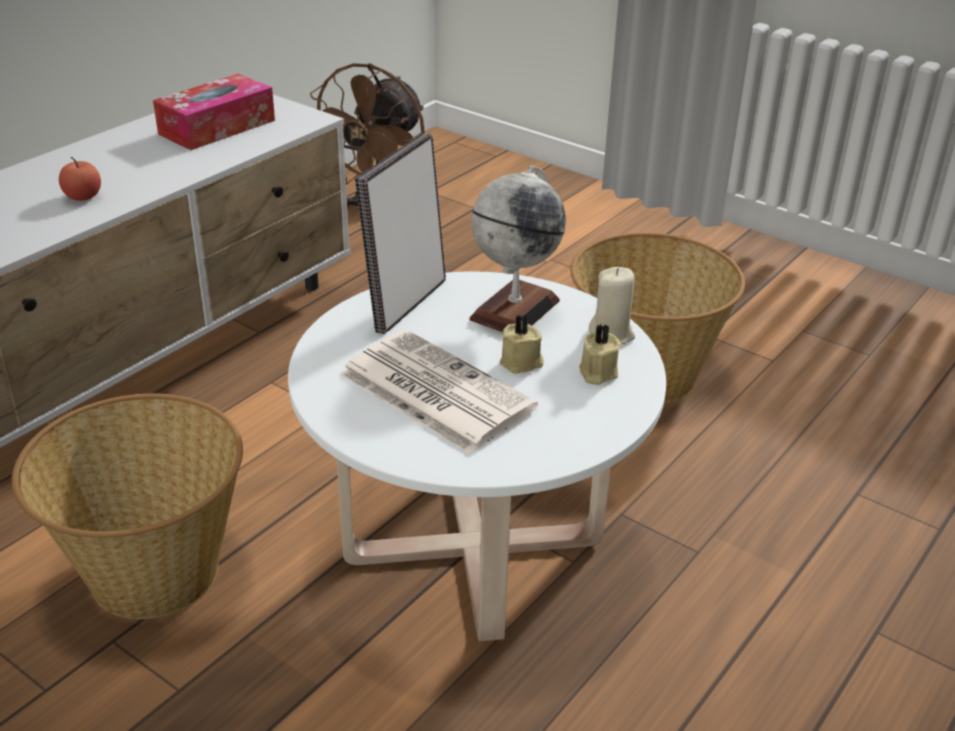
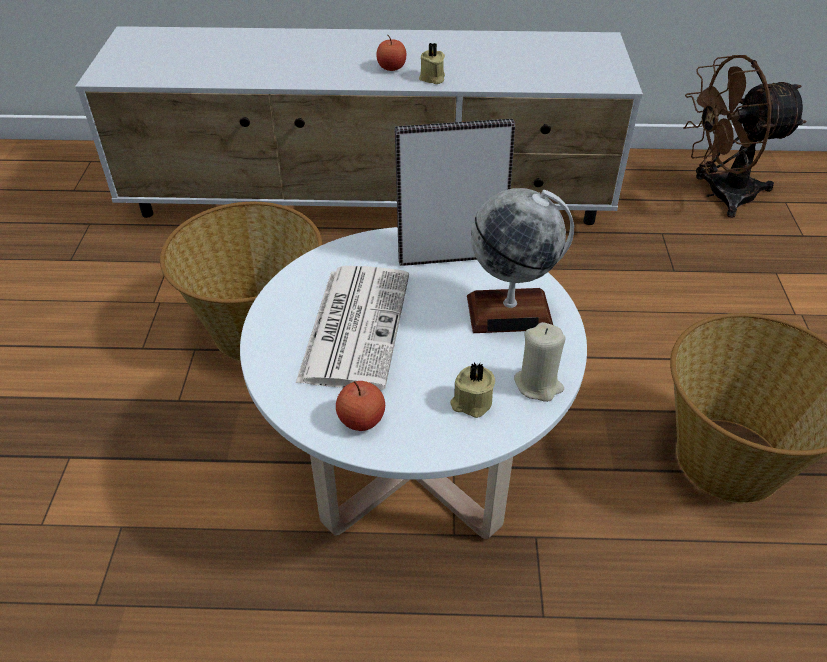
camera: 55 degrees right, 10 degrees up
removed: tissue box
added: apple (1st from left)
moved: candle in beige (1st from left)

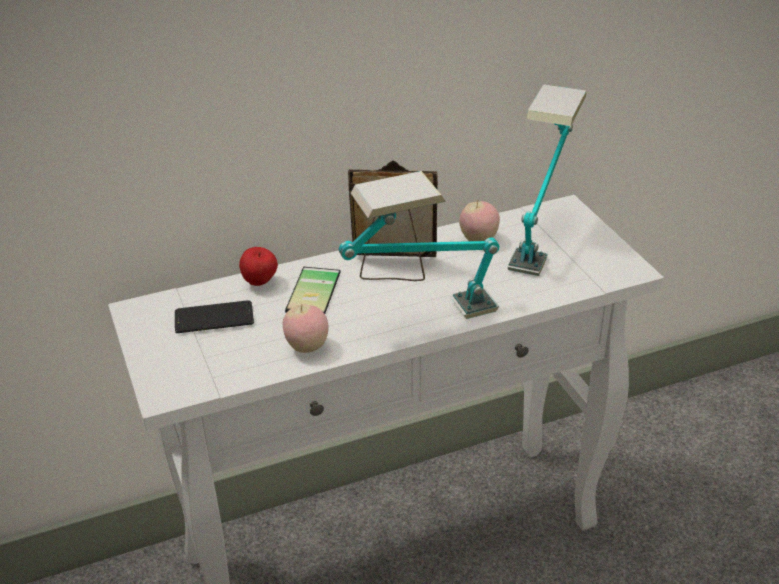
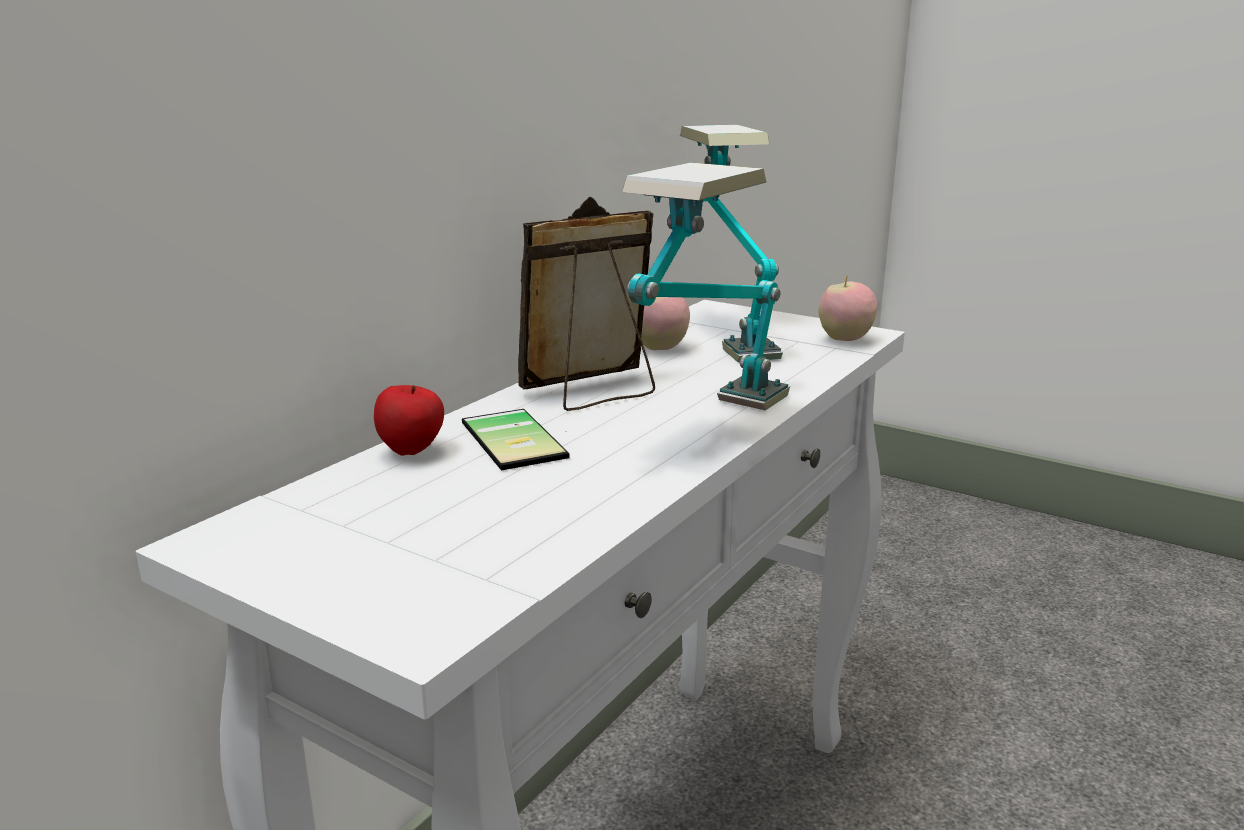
camera: 35 degrees left, 15 degrees down
removed: phone (1st from left)
moved: apple (2nd from left in the first image) to apple (3rd from left)

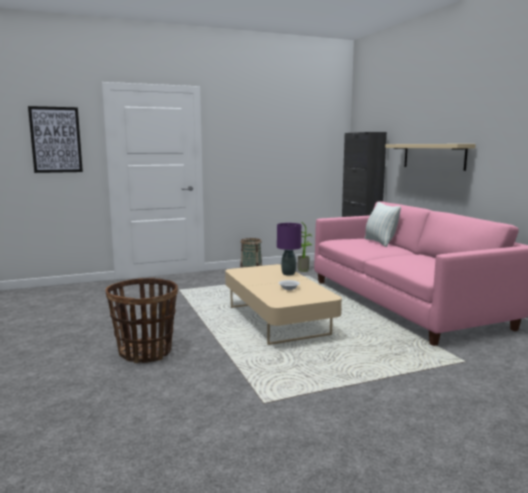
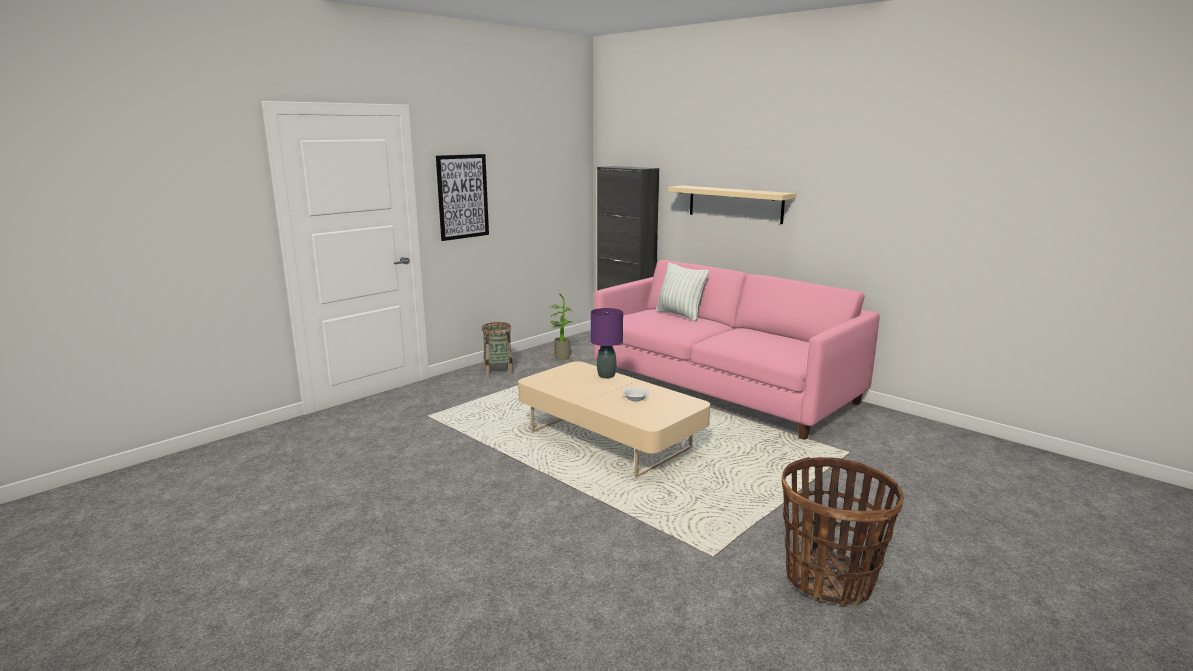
camera: 25 degrees left, 5 degrees up
moved: picture; basket (1st from left in the first image) to basket (2nd from left)

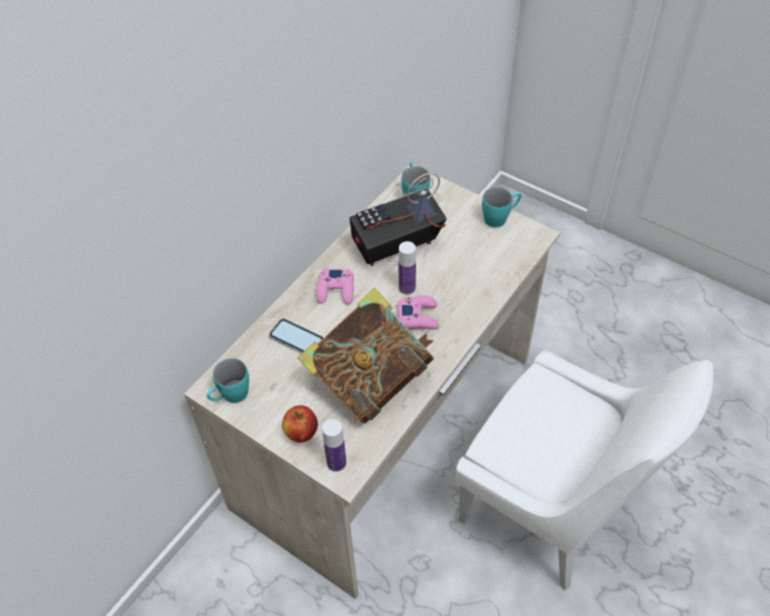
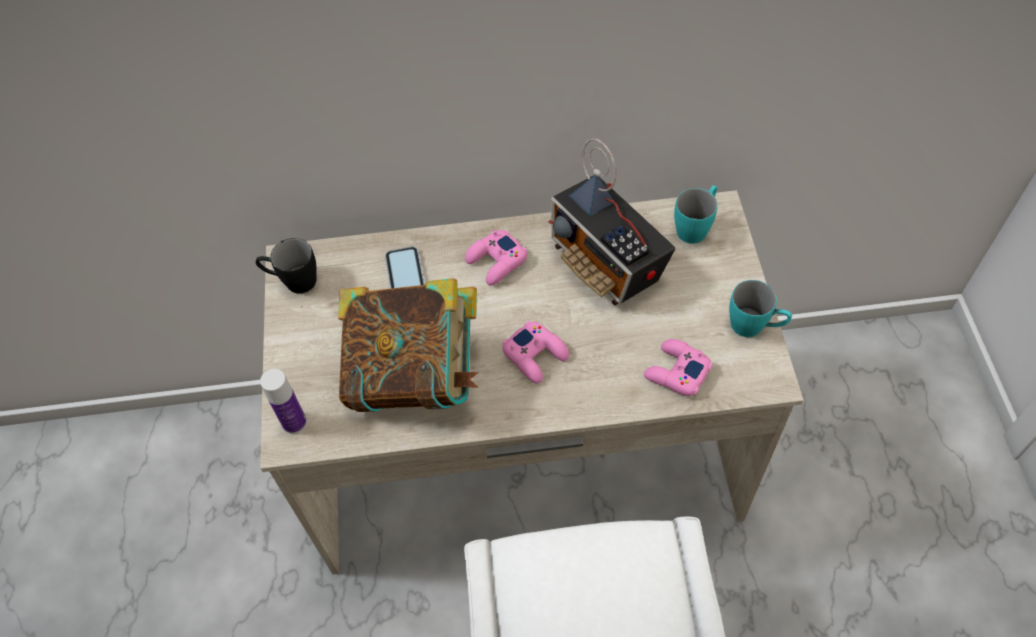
camera: 50 degrees right, 5 degrees up
removed: bottle (2nd from left); apple
added: game controller in pink (3rd from left)
recoloured: mug in turquoise (1st from left) to mug in black
turned: radio 150 degrees counterclockwise

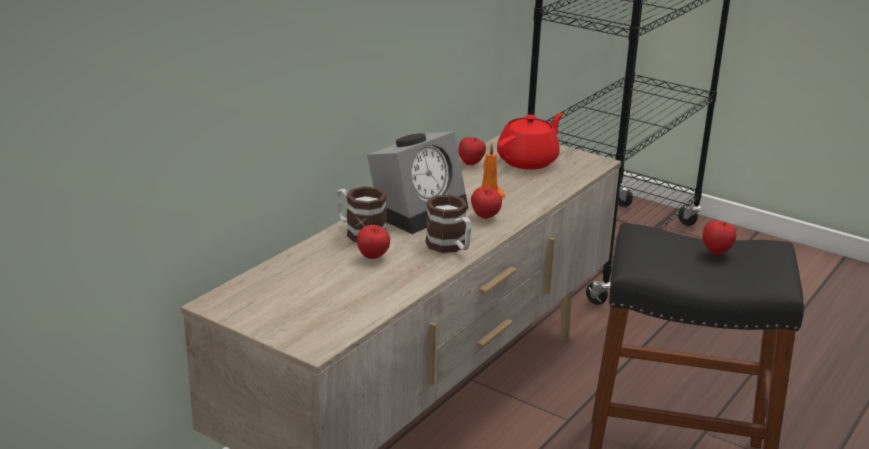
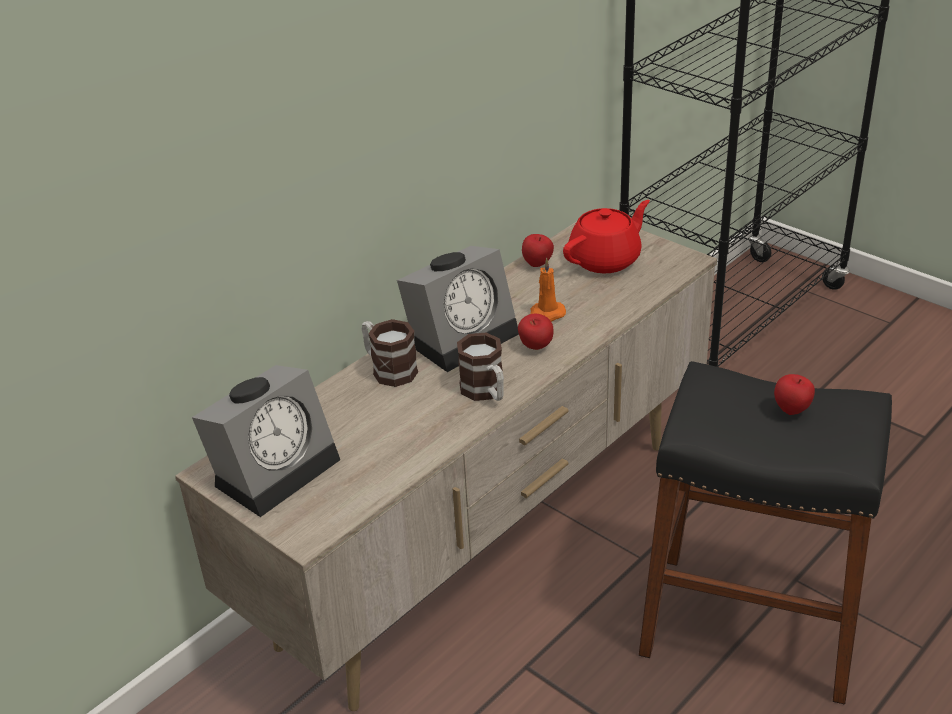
camera: 10 degrees right, 10 degrees up
removed: apple (1st from left)
added: alarm clock (1st from left)

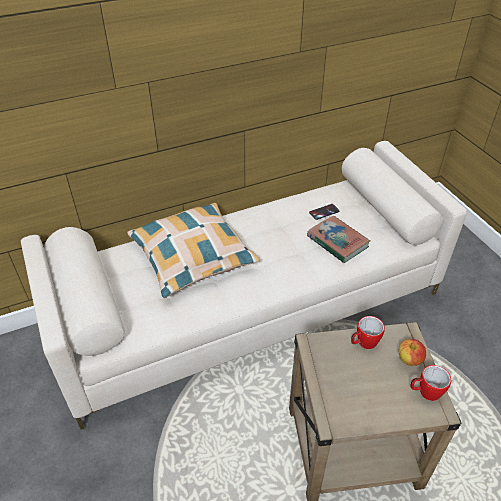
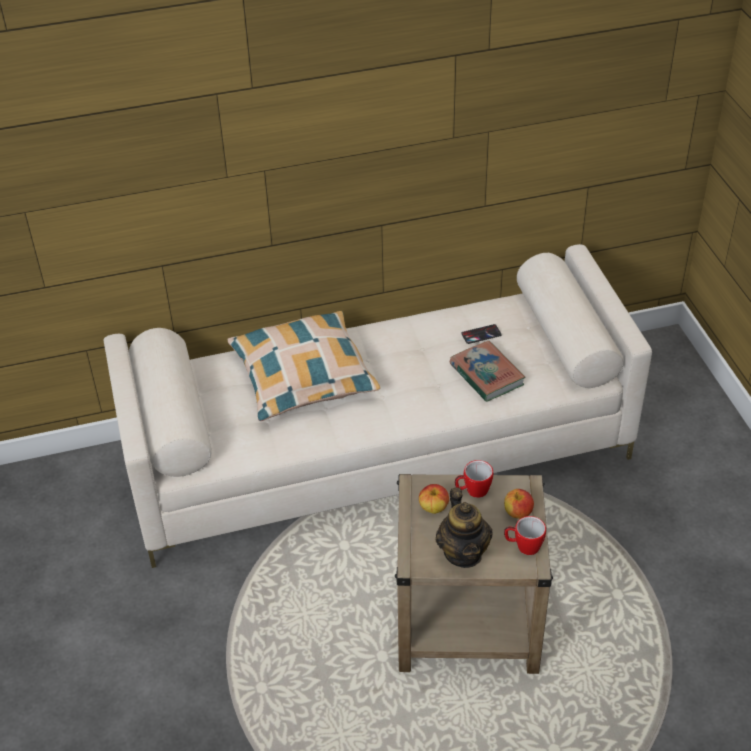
camera: 10 degrees right, 0 degrees up
added: apple (1st from left); teapot

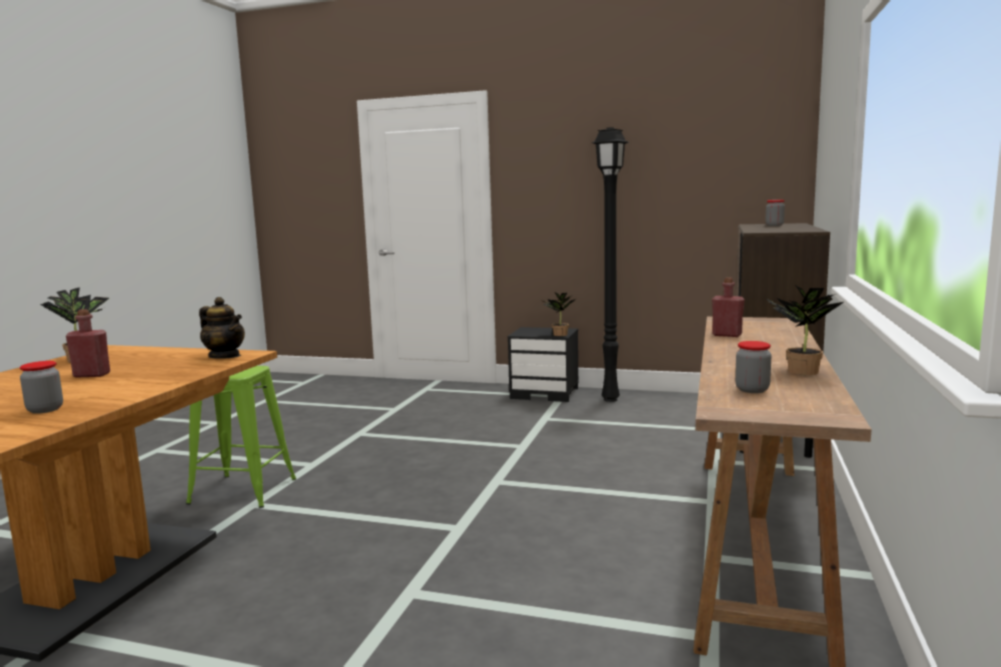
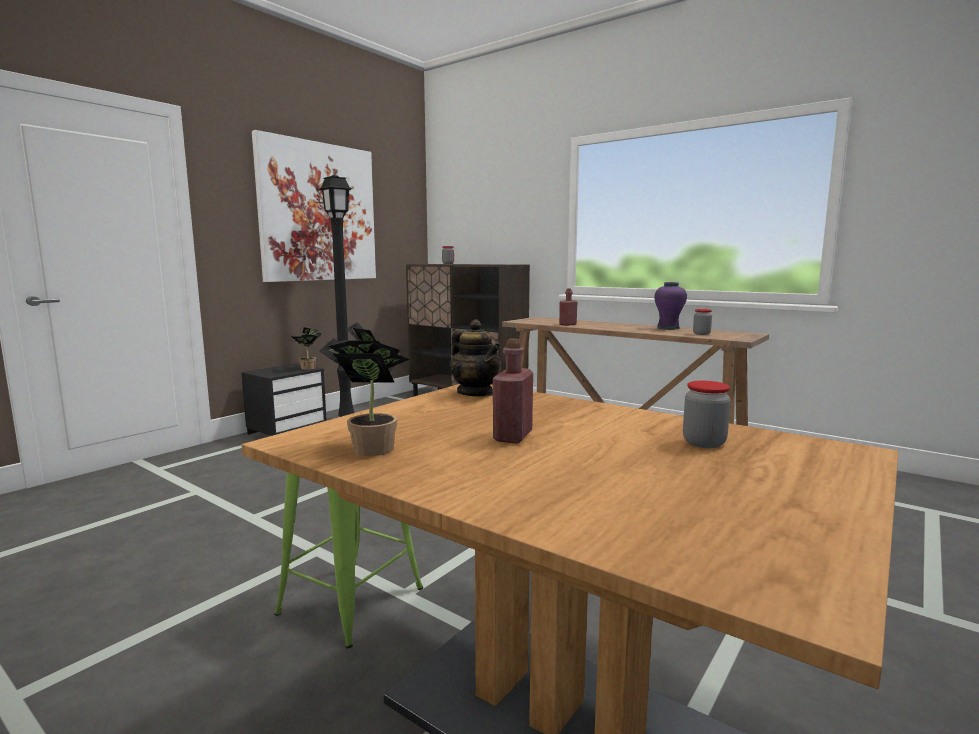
camera: 70 degrees left, 0 degrees up
added: picture
replaced: potted plant (3rd from left) to vase in purple
turned: teapot 90 degrees clockwise

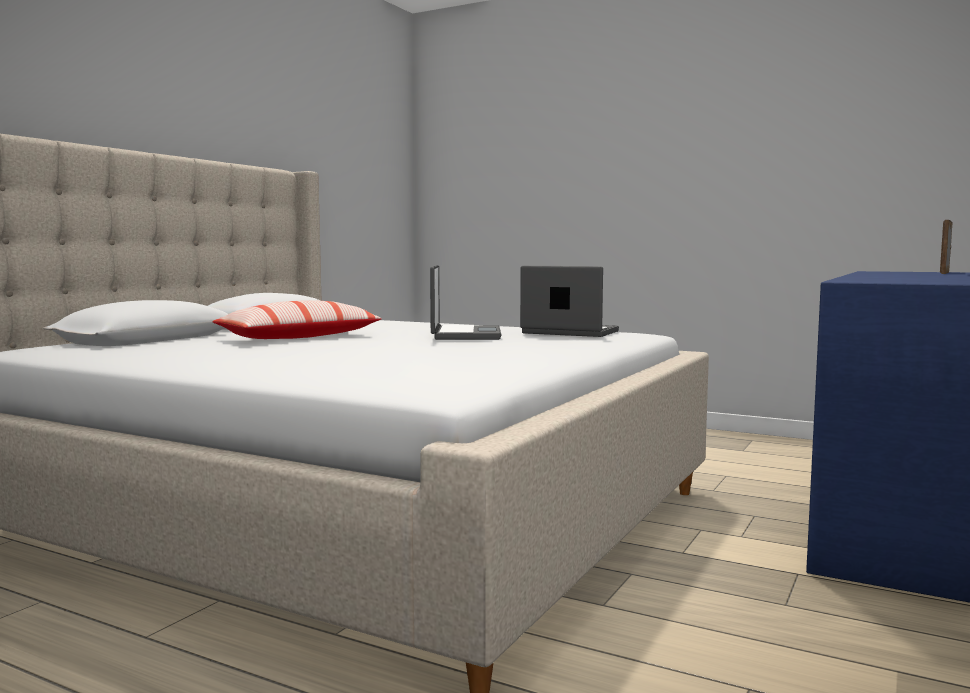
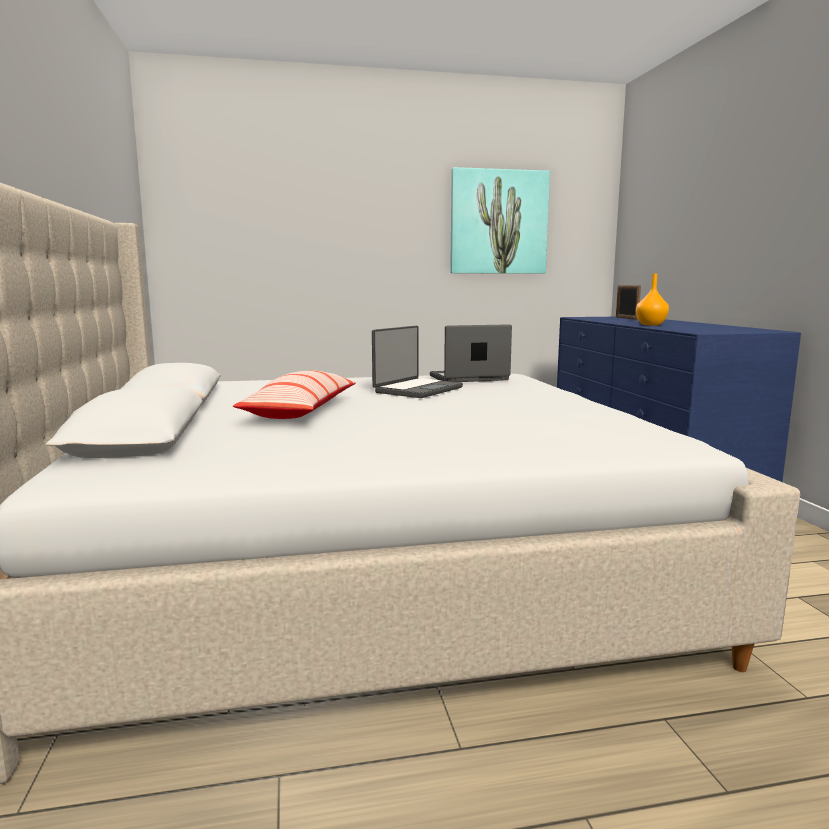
camera: 40 degrees left, 5 degrees up
added: picture; vase in orange
turned: laptop (1st from left) 75 degrees clockwise

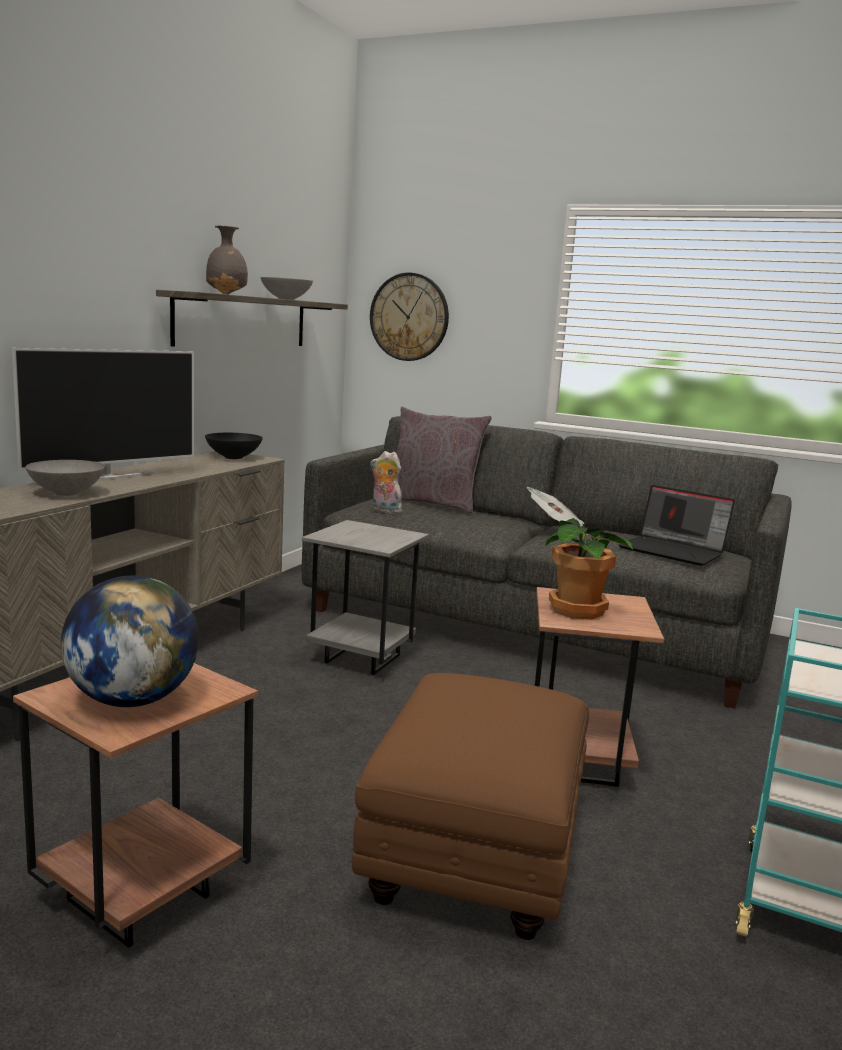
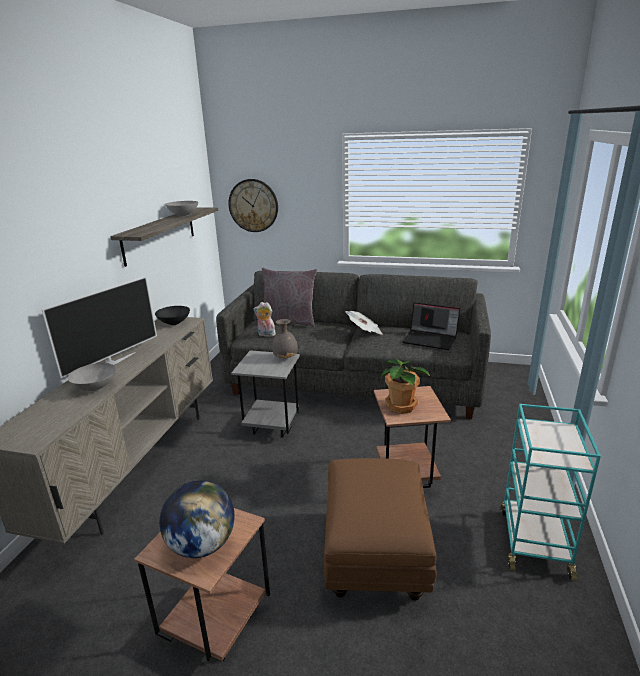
camera: 10 degrees left, 10 degrees up
moved: vase in grey

